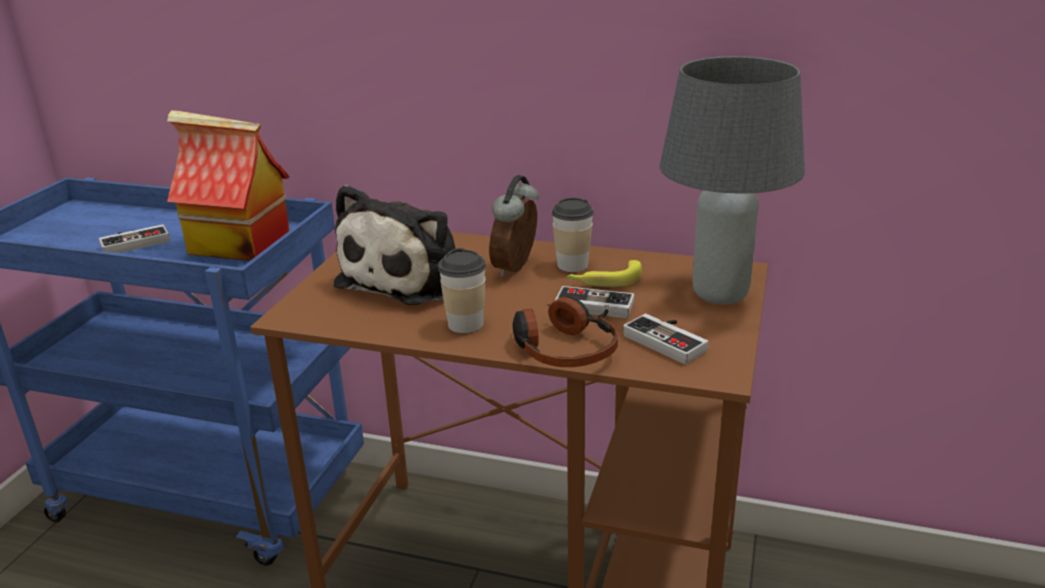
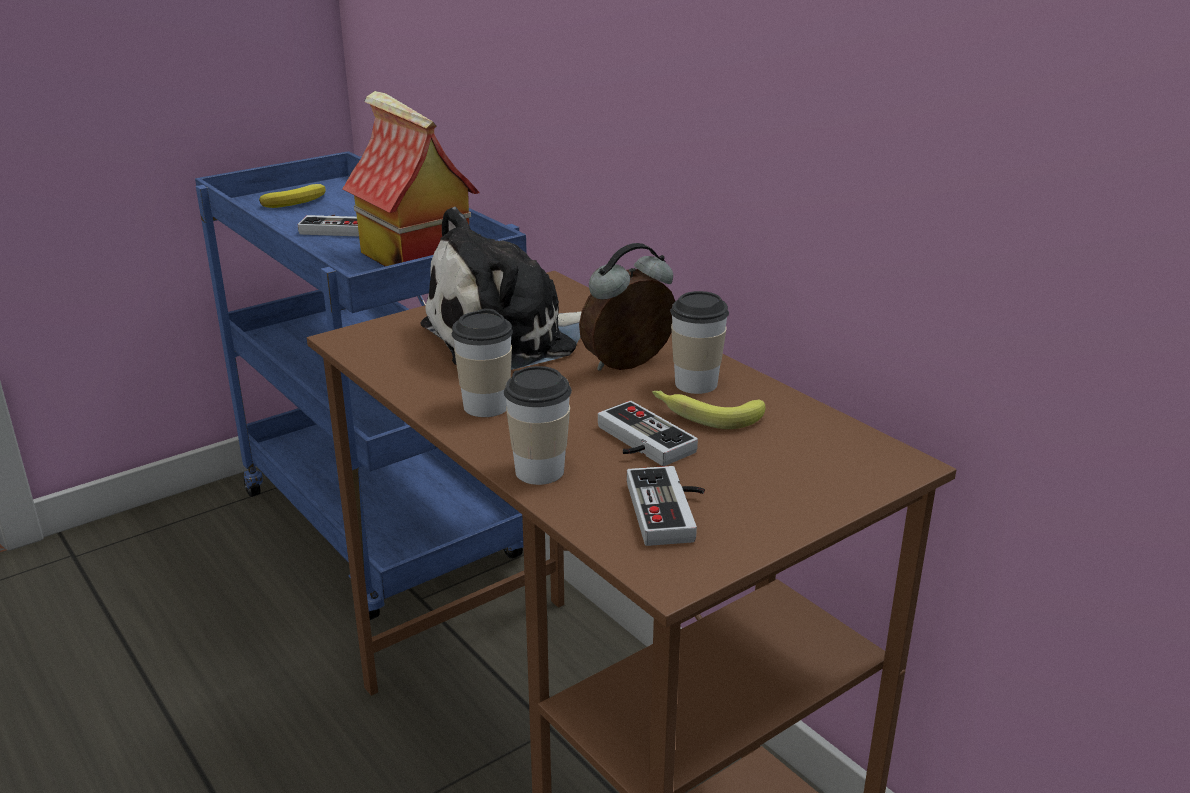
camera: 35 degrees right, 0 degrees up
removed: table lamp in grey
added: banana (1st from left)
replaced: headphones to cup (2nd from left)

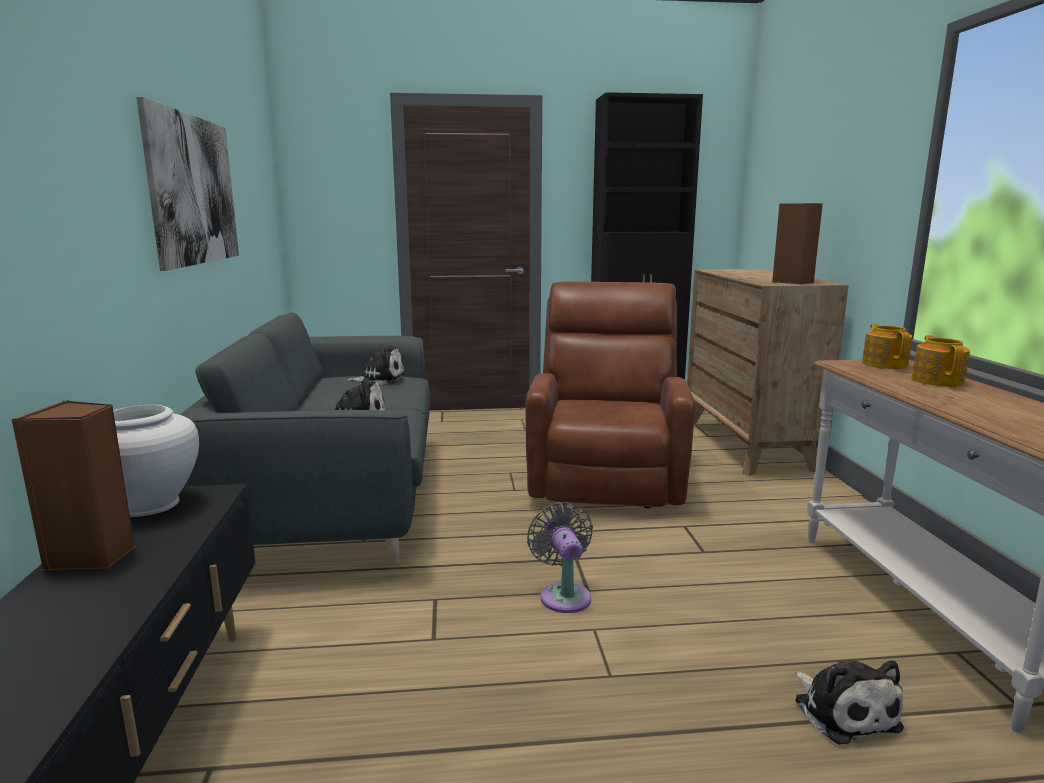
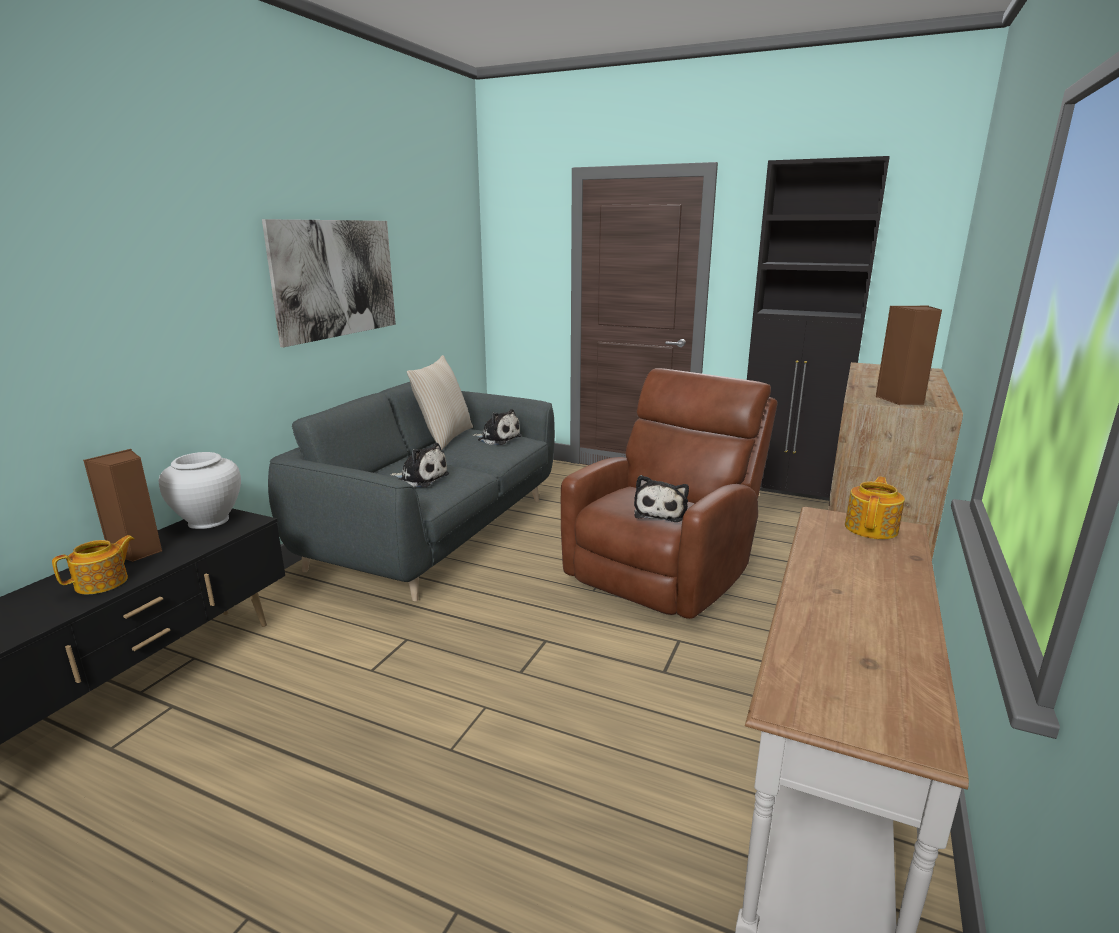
camera: 30 degrees right, 5 degrees up
removed: fan in grey
added: pillow in beige
moved: teapot (2nd from left in the first image) to teapot (1st from left); plush toy (3rd from left)

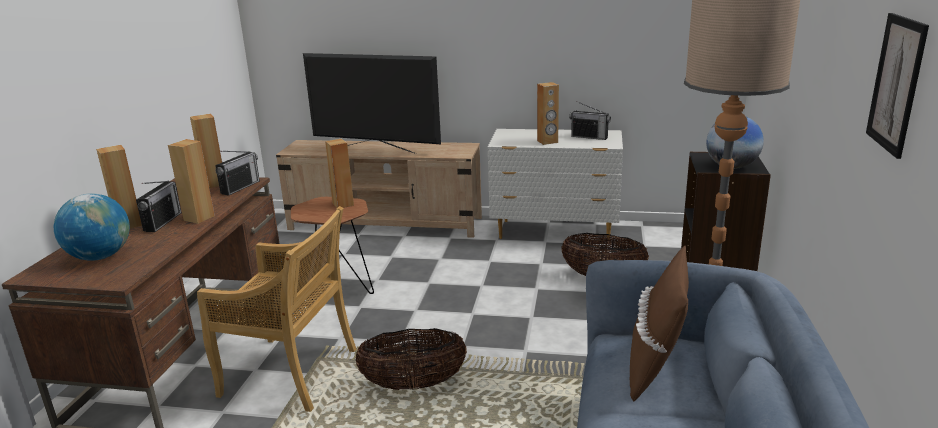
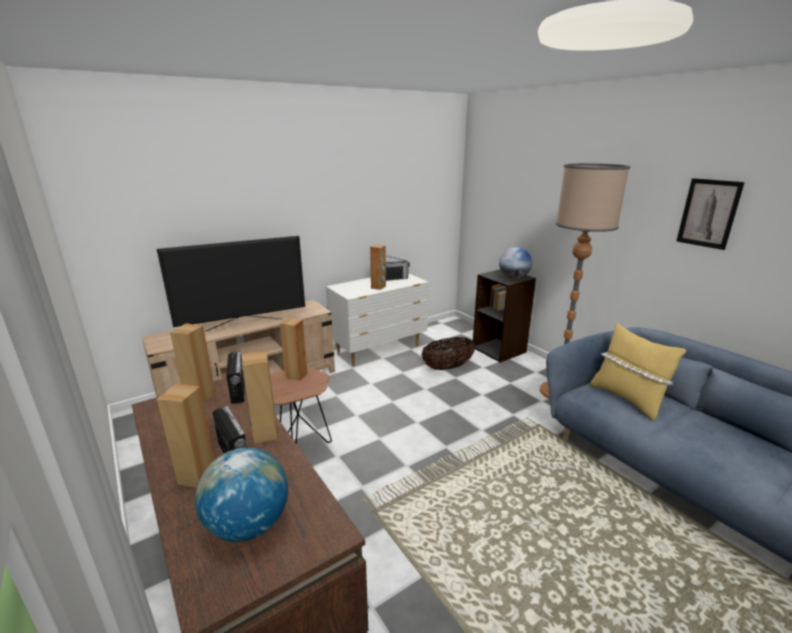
camera: 45 degrees left, 0 degrees up
removed: chair in beige; basket (1st from left)
recoloured: pillow in brown to pillow in yellow

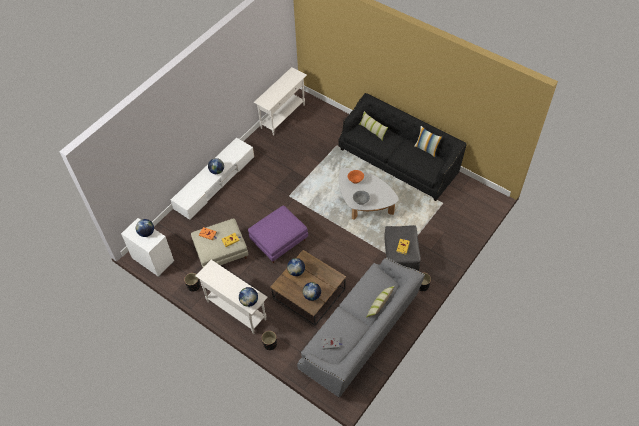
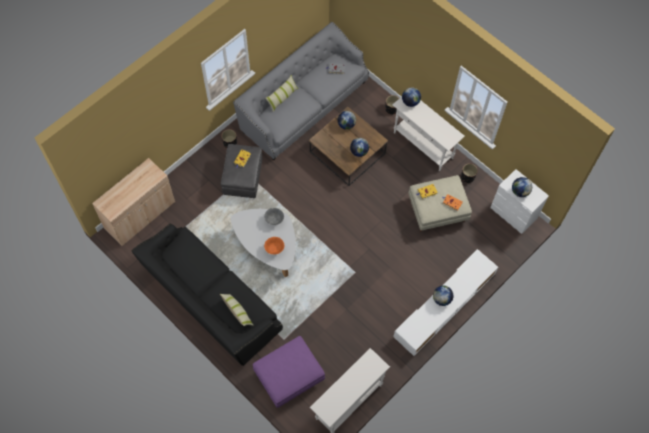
camera: 175 degrees left, 10 degrees up
removed: pillow (3rd from left)
added: cabinet in beige
moved: ottoman in purple

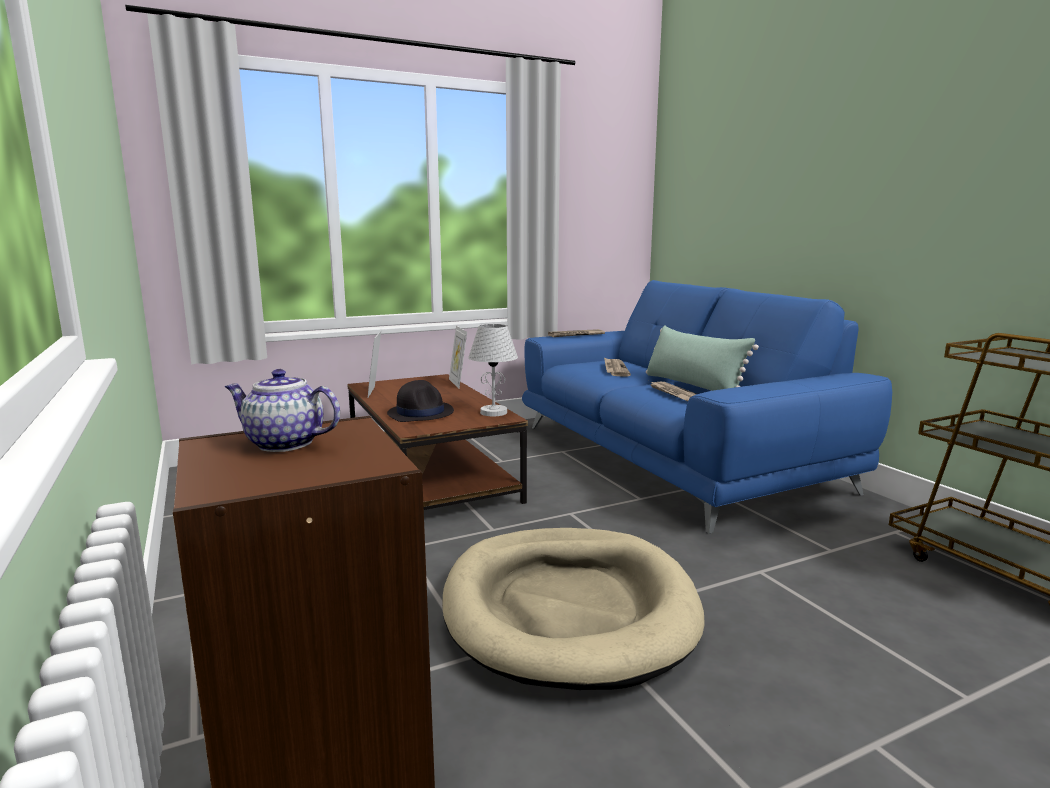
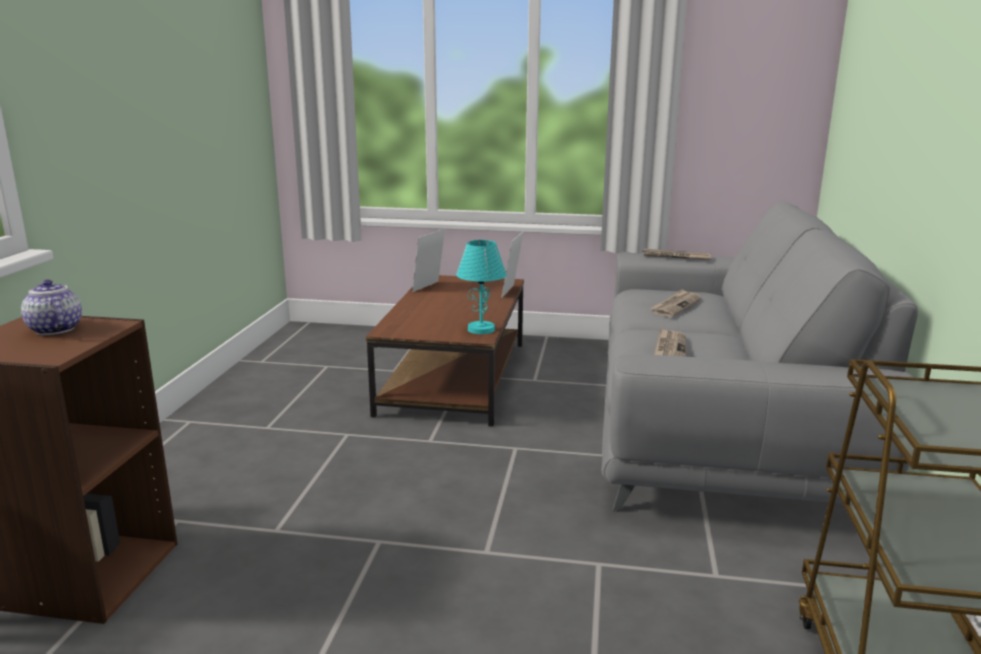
camera: 35 degrees right, 5 degrees up
removed: pillow in green; hat in black; dog bed in beige
recoloured: sofa in blue to sofa in grey; table lamp in white to table lamp in turquoise

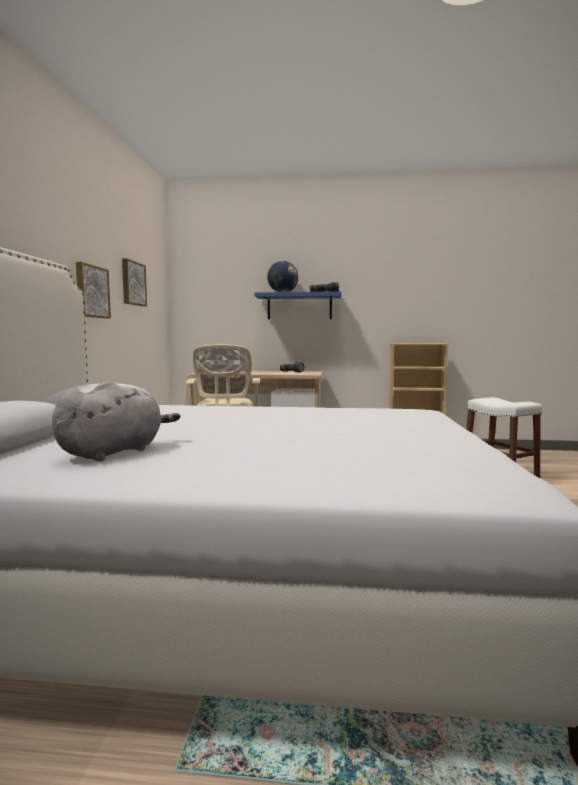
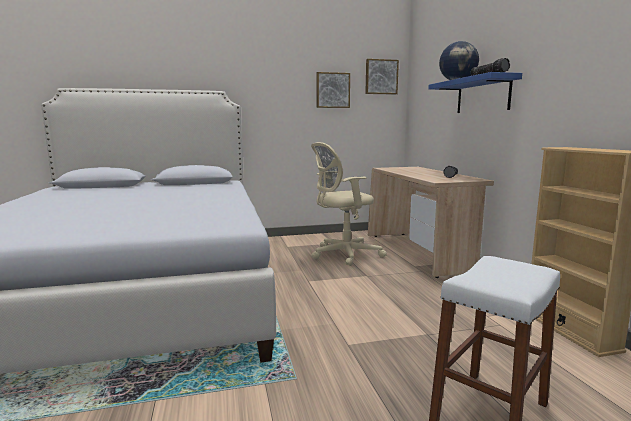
camera: 70 degrees right, 5 degrees up
removed: plush toy in grey
moved: picture (1st from left in the first image) to picture (2nd from left)

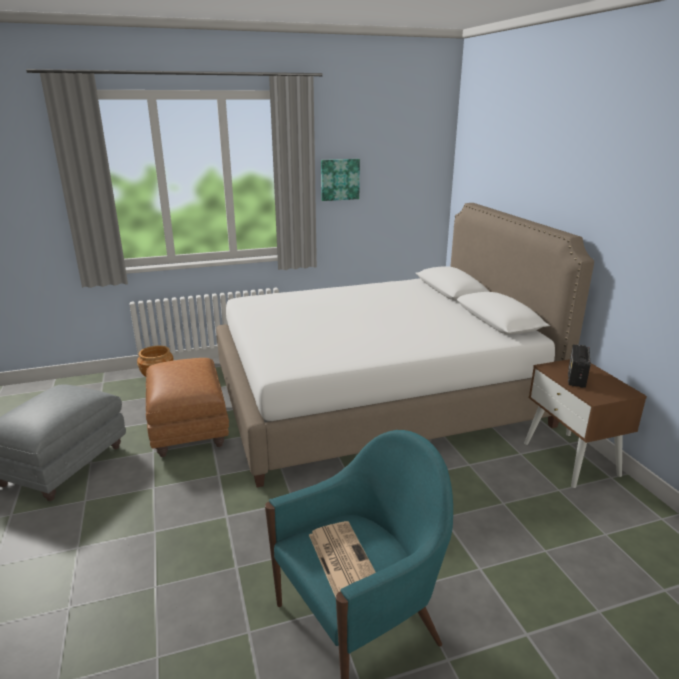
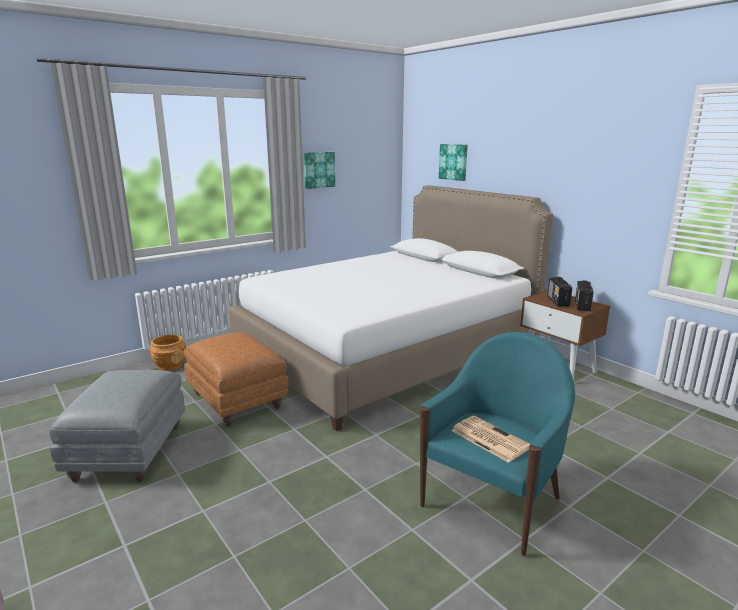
camera: 20 degrees left, 5 degrees down
added: picture (2nd from left); radio (2nd from left)

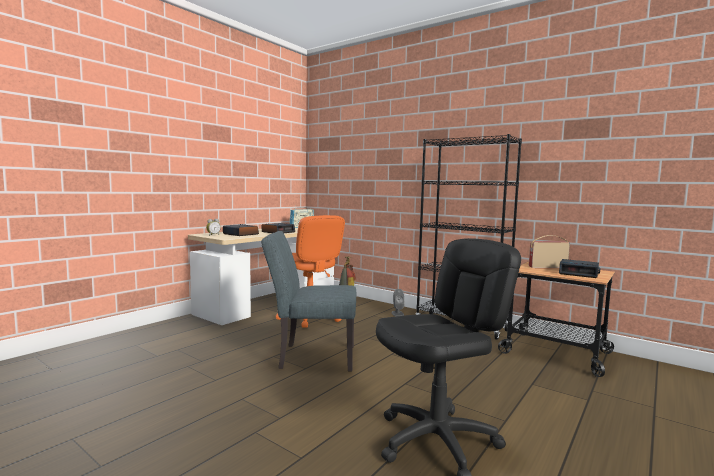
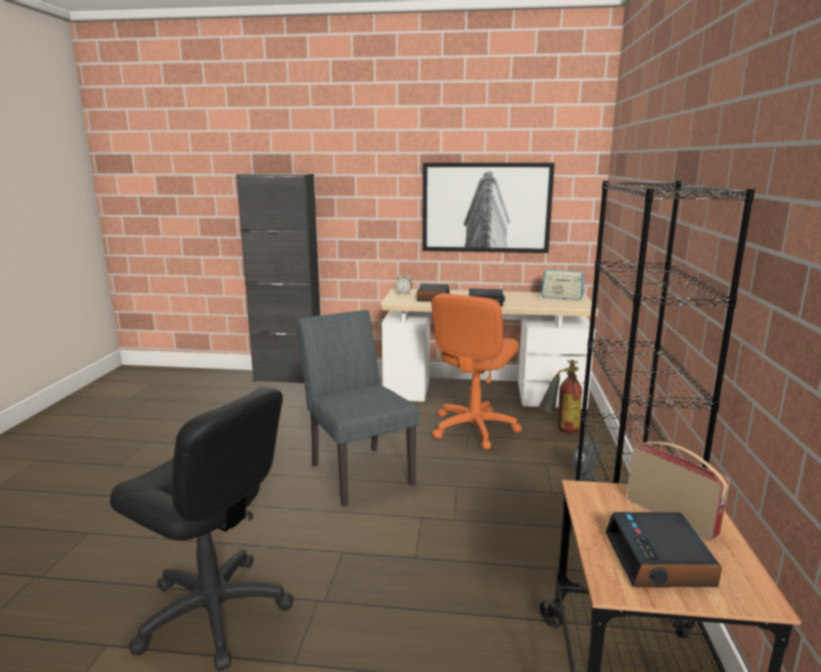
camera: 60 degrees right, 10 degrees up
added: picture; cabinet in black

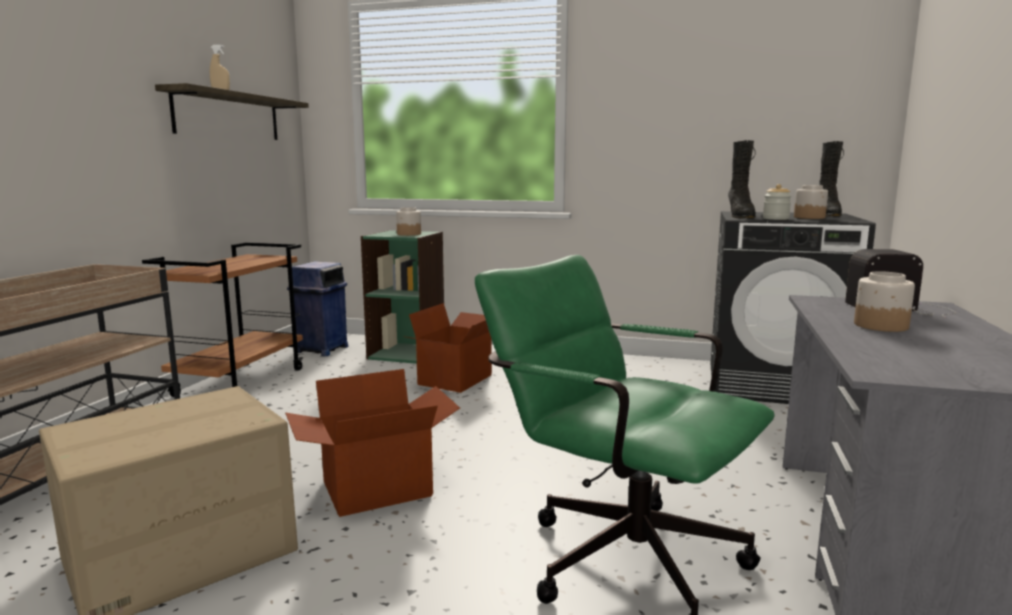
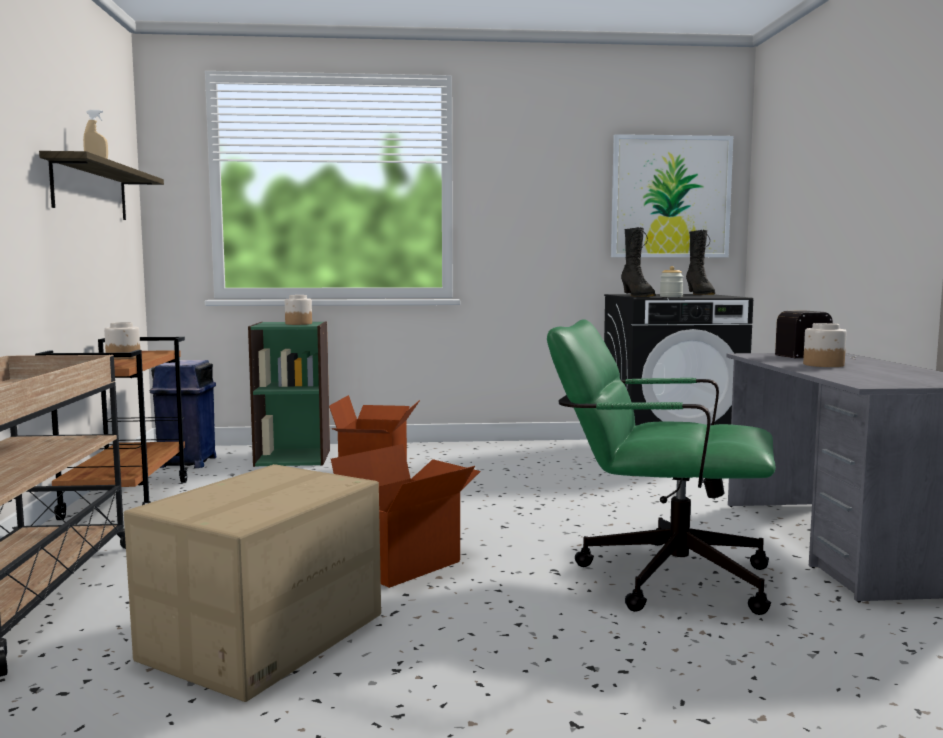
camera: 20 degrees left, 5 degrees down
added: picture
moved: jar (3rd from left in the first image) to jar (1st from left)

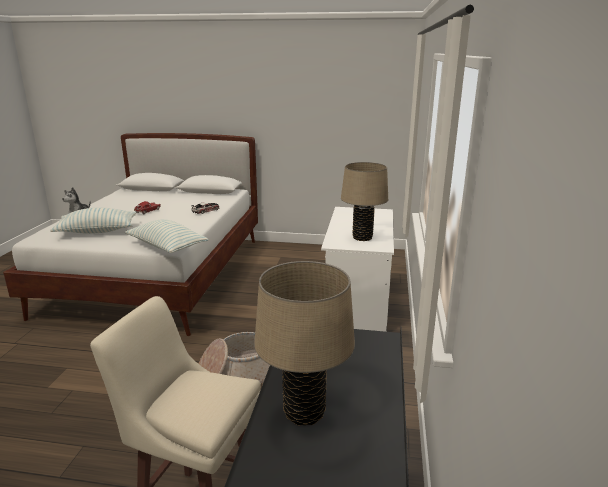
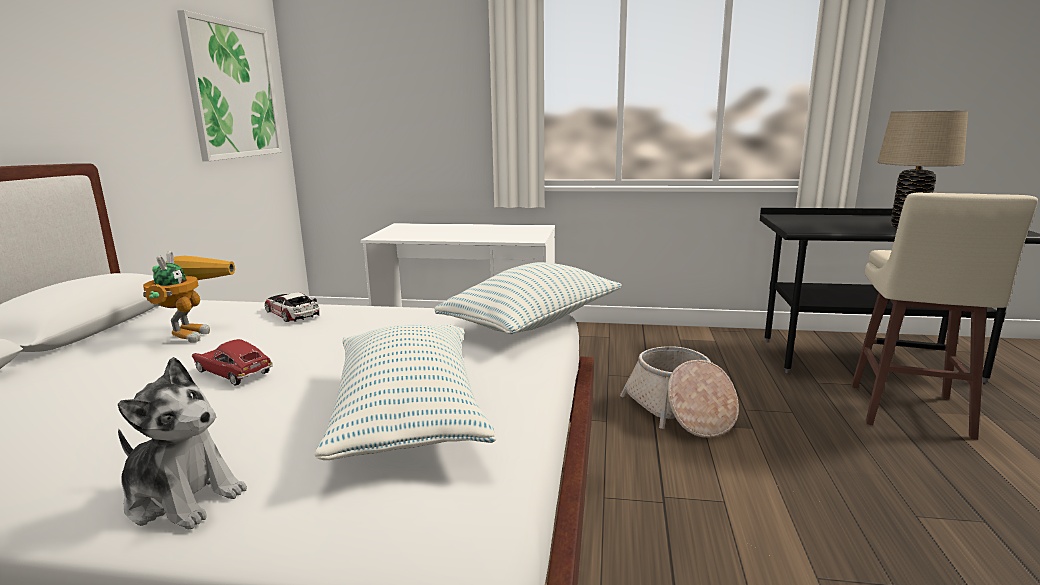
camera: 90 degrees left, 5 degrees down
removed: table lamp in beige (2nd from left)
added: picture; toy robot

